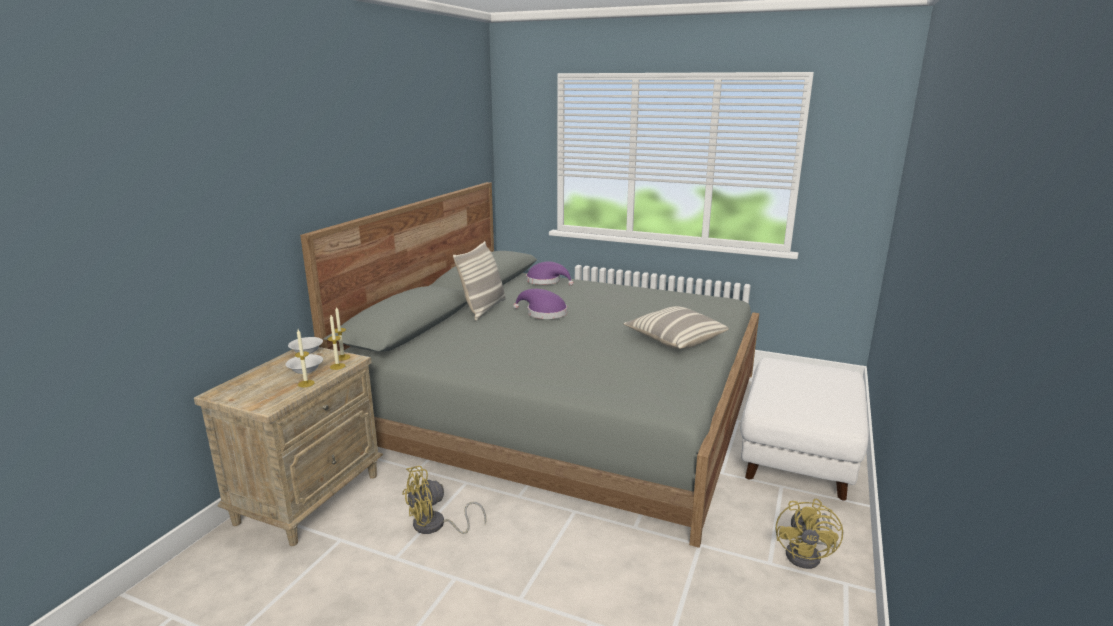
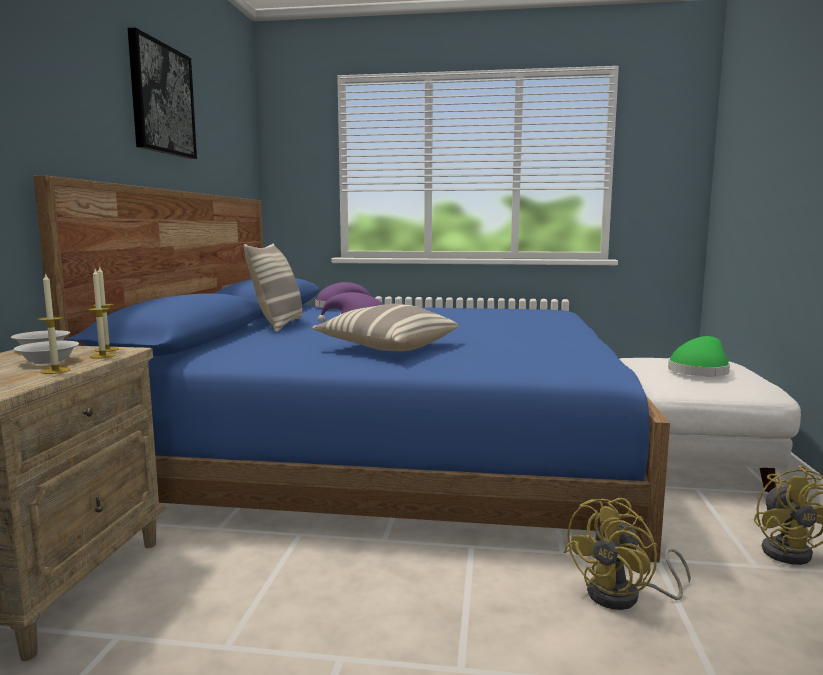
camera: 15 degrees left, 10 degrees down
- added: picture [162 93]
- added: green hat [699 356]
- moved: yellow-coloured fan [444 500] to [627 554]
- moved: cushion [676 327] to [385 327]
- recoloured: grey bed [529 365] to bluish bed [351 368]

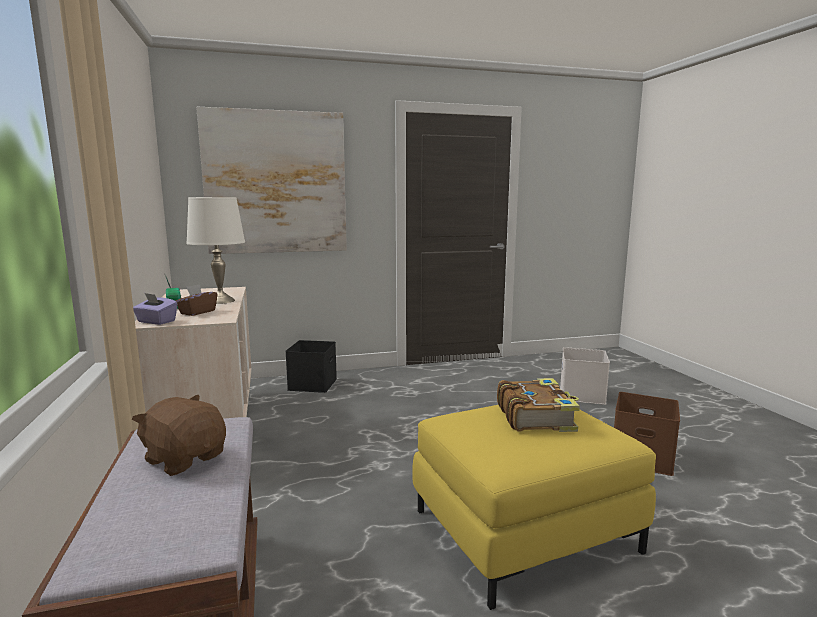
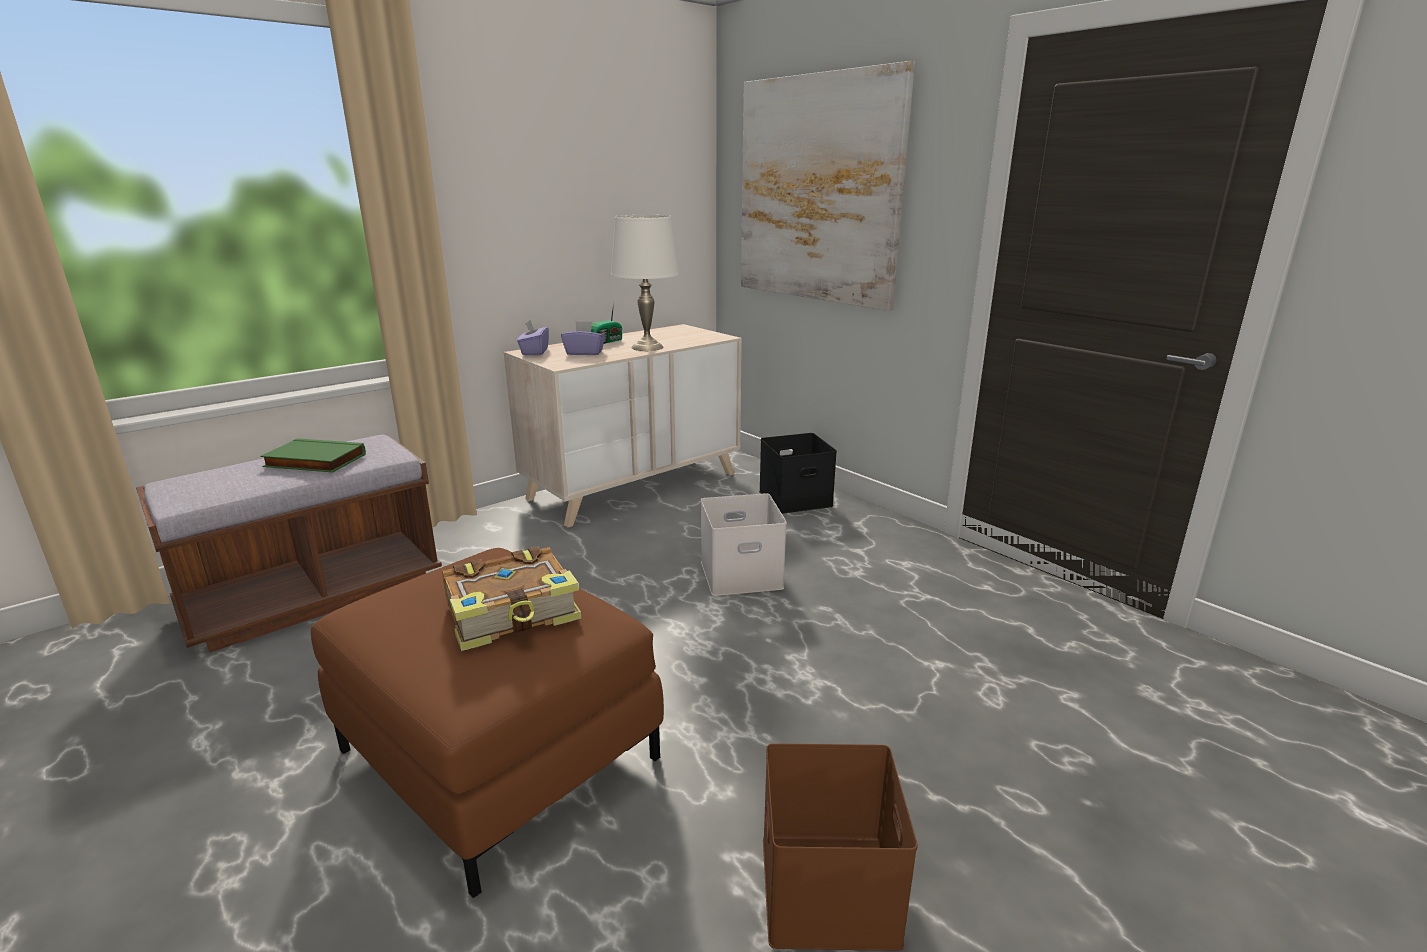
camera: 65 degrees right, 10 degrees up
- moved: white-coloured storage box [585 376] to [744 544]
- replaced: brown-coloured soft toy [179 435] to green book [313 455]
- recoloured: brown-coloured box of tissues [196 300] to purple box of tissues [583 338]
- recoloured: yellow-coloured ottoman [534 507] to brown-coloured ottoman [487 723]

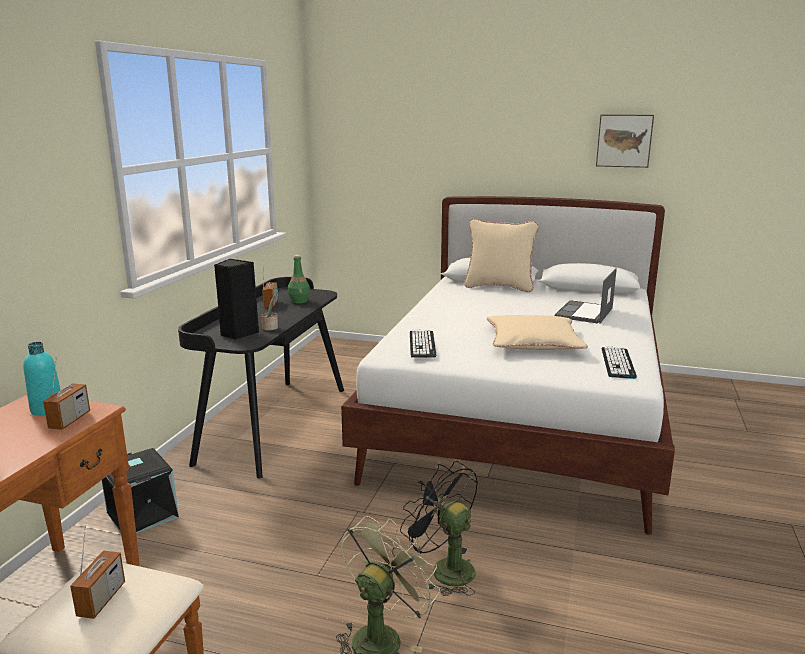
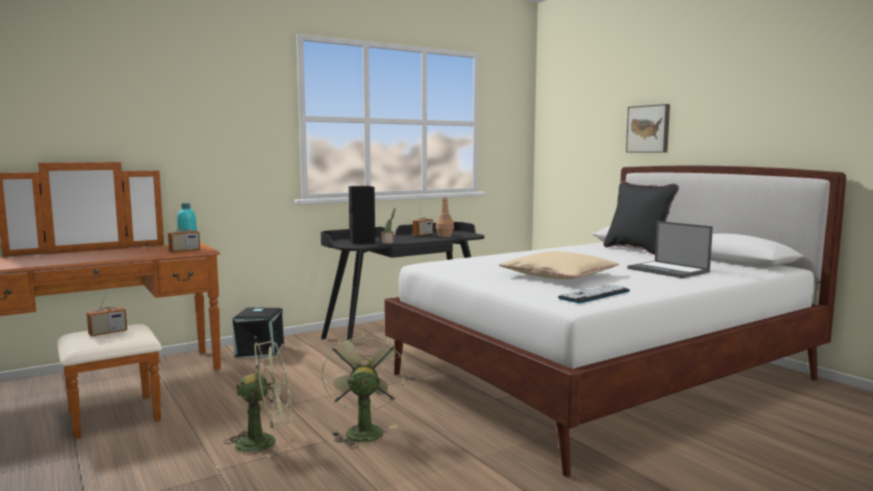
camera: 40 degrees right, 10 degrees down
- removed: keyboard [423 344]
- moved: picture [625 141] to [648 128]
- recoloured: green beverage bottle [299 279] to brown-coloured beverage bottle [445 217]
- recoloured: black fan [439 528] to green fan [364 389]
- recoloured: sand-coloured cushion [501 255] to black cushion [641 218]
- turned: notebook computer [586 296] = [670 249] 105 degrees counterclockwise

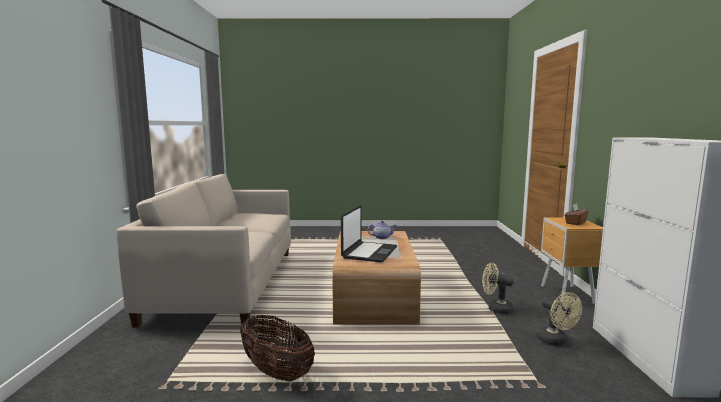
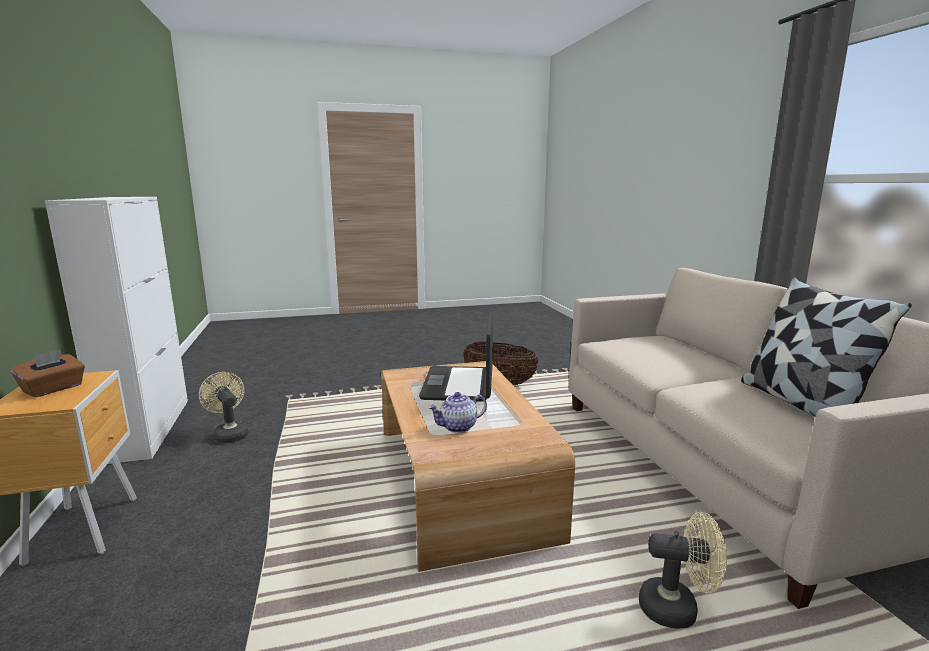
camera: 165 degrees right, 5 degrees up
- added: cushion [826 347]
- moved: sand-coloured fan [498 288] to [683 570]

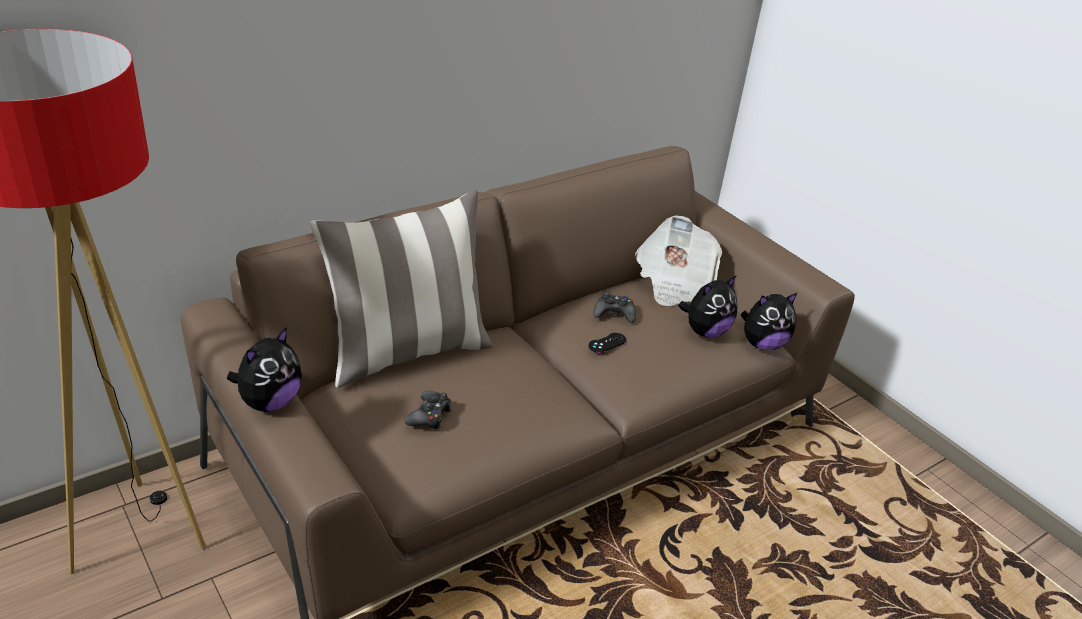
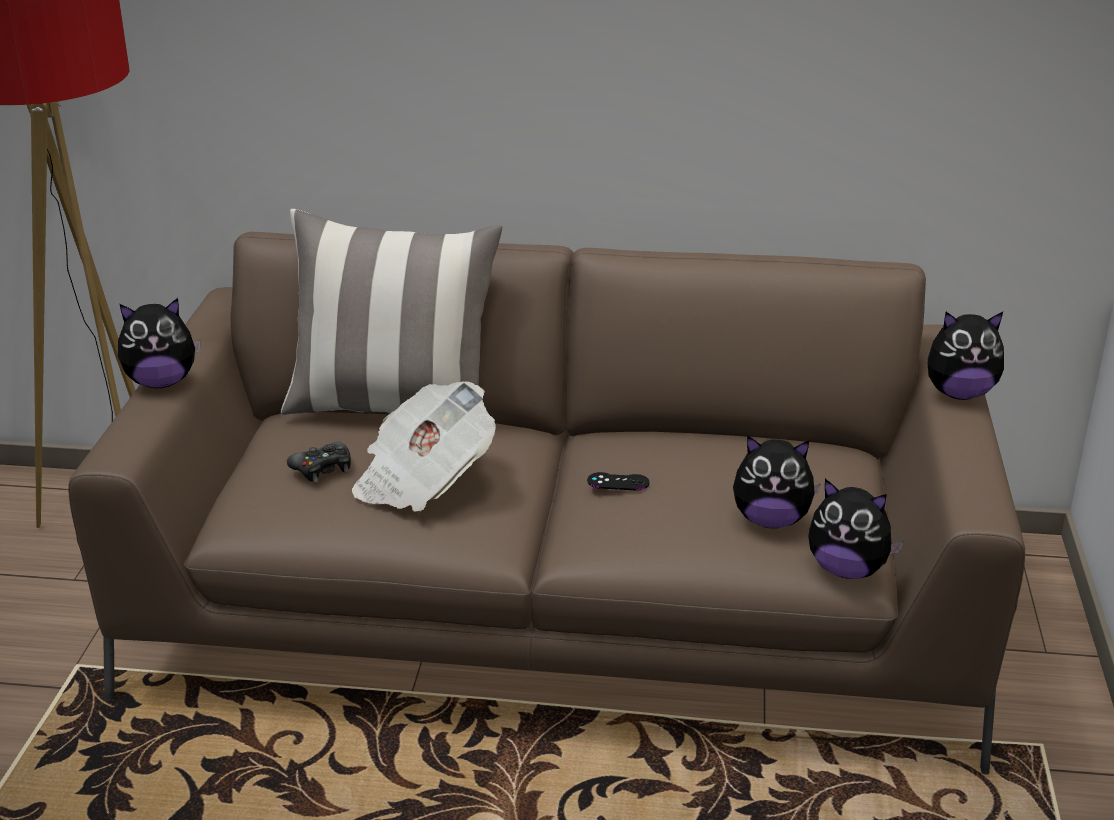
camera: 45 degrees right, 5 degrees down
- removed: black gamepad [615 307]
- added: soft toy [966 356]
- moved: printed paper [678 261] to [424 446]

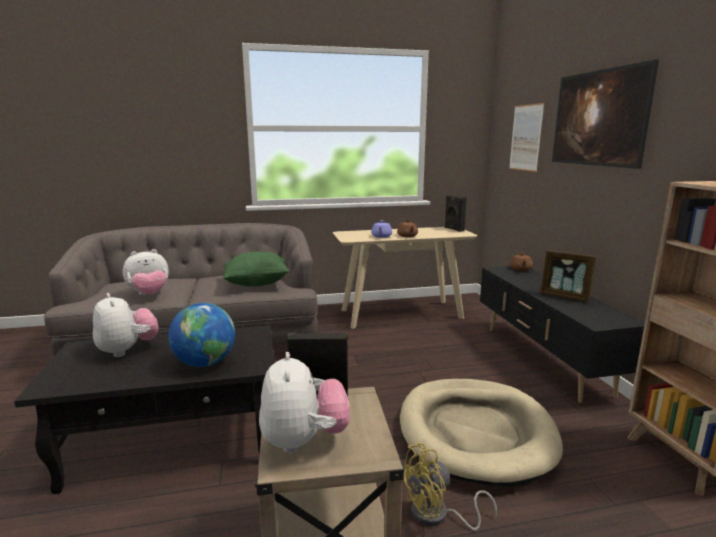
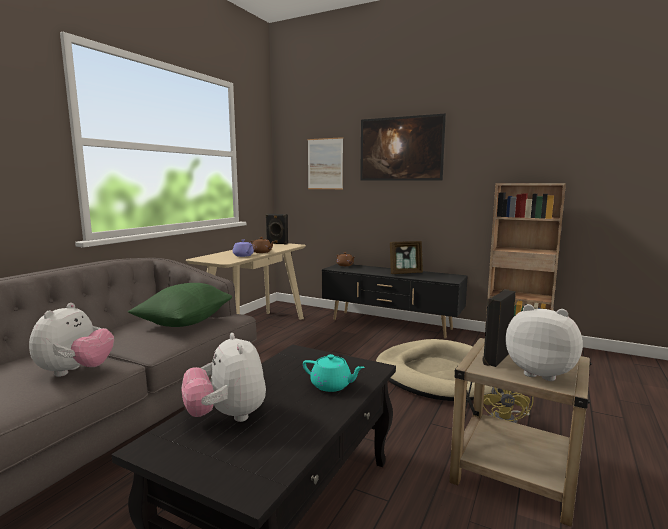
camera: 50 degrees left, 5 degrees down
- replaced: world globe [201 335] to blue-green pot for tea [334 373]
- turned: soft toy [126 325] = [224 377] 120 degrees counterclockwise

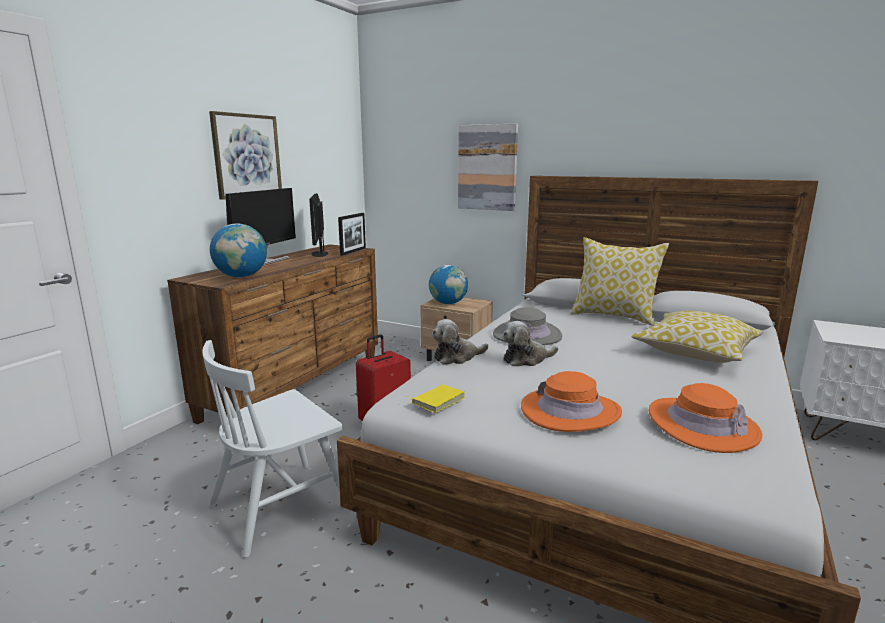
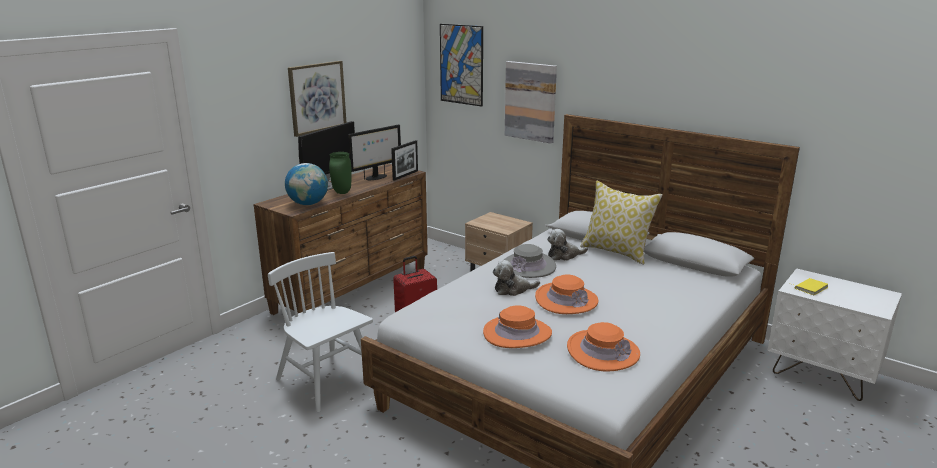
camera: 10 degrees right, 5 degrees up
- removed: world globe [448 284]
- removed: cushion [697 337]
- added: green vase [340 173]
- added: picture [461 65]
- added: orange hat [566 294]
- moved: yellow-coloured book [436 398] to [810 286]
- moved: soft toy [460 342] to [567 245]
- turned: white-coloured plain chair [275 449] = [320 332] 75 degrees clockwise
- turned: computer display [318 225] = [374 152] 135 degrees counterclockwise

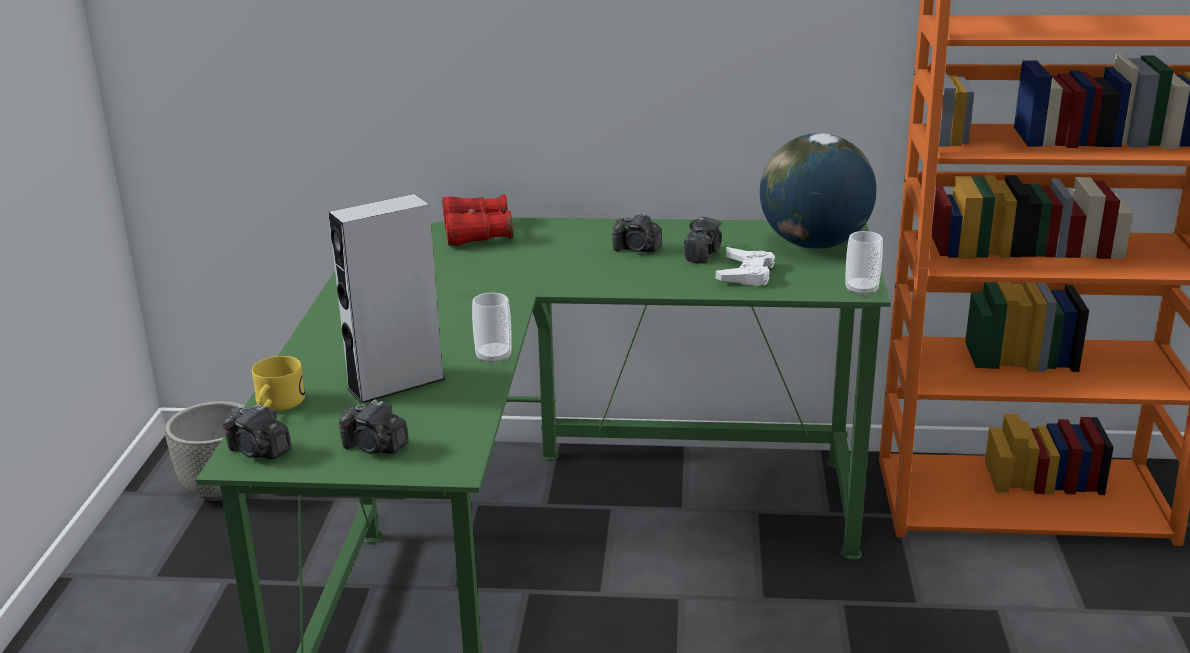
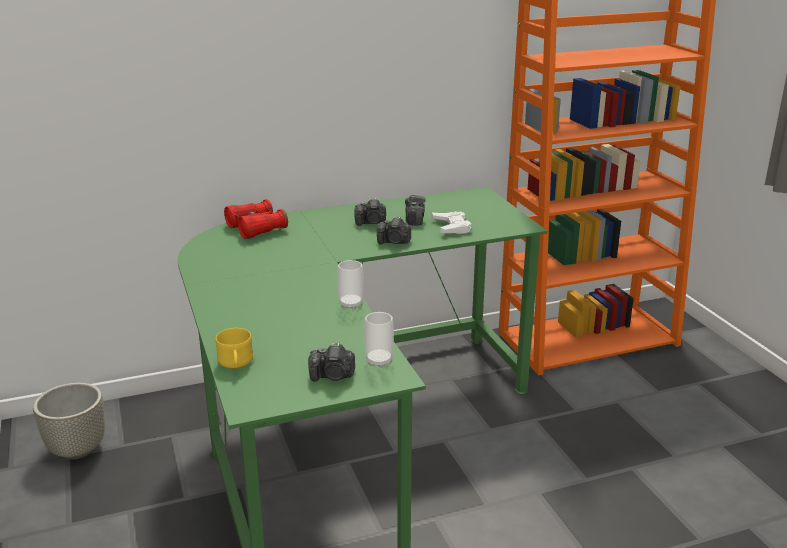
camera: 25 degrees left, 0 degrees up
- removed: grey speaker [387 298]
- removed: world globe [818 191]
- moved: still camera [257 431] to [394 230]
- moved: small cup [864 264] to [379 340]

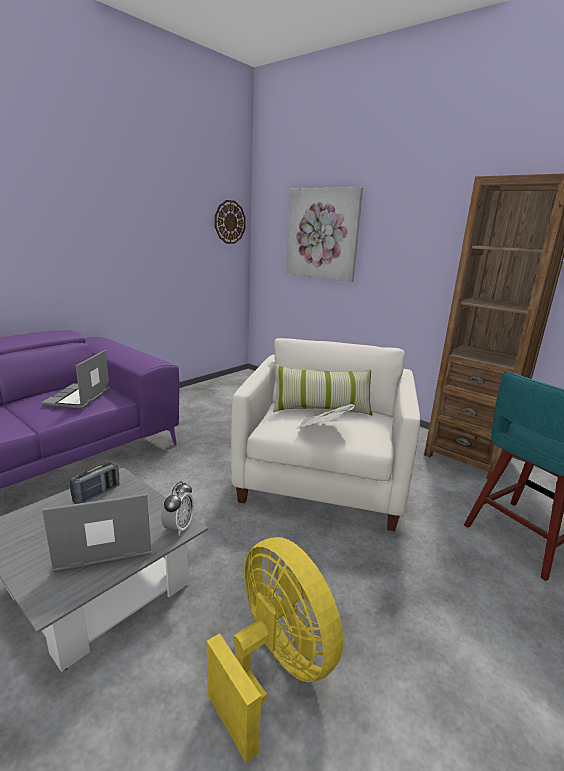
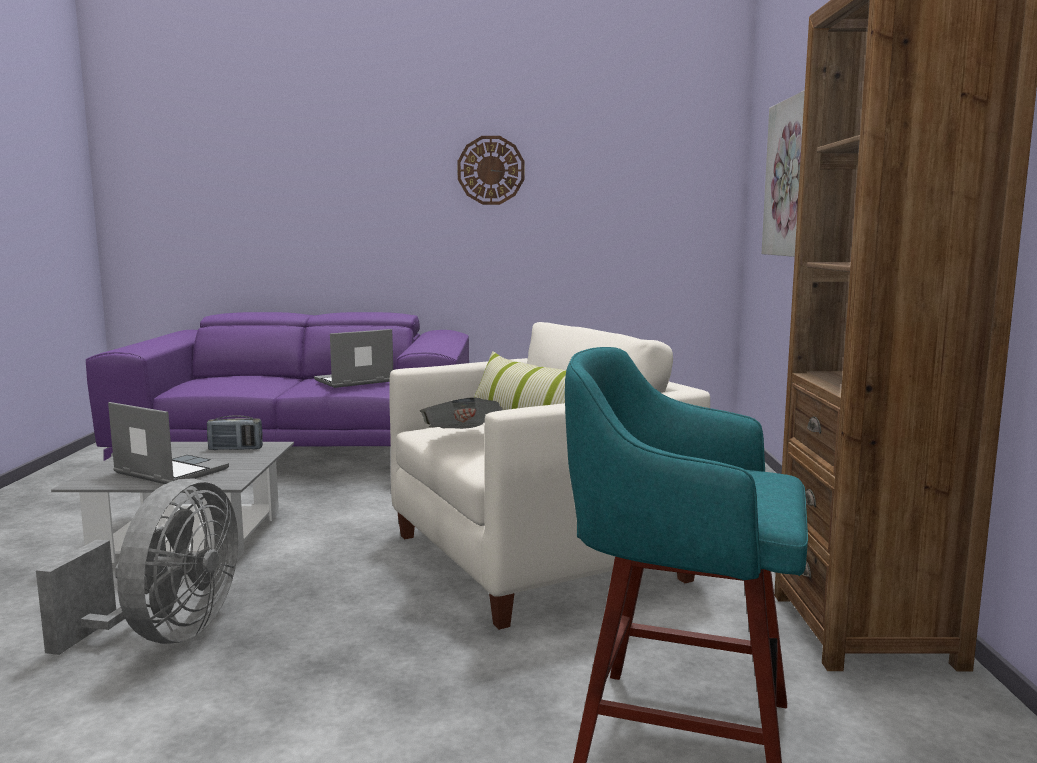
camera: 50 degrees right, 10 degrees down
- removed: alarm clock [177 508]
- moved: wall clock [230 222] to [490 170]
- recoloured: yellow-coloured fan [275 650] to grey fan [137 566]

